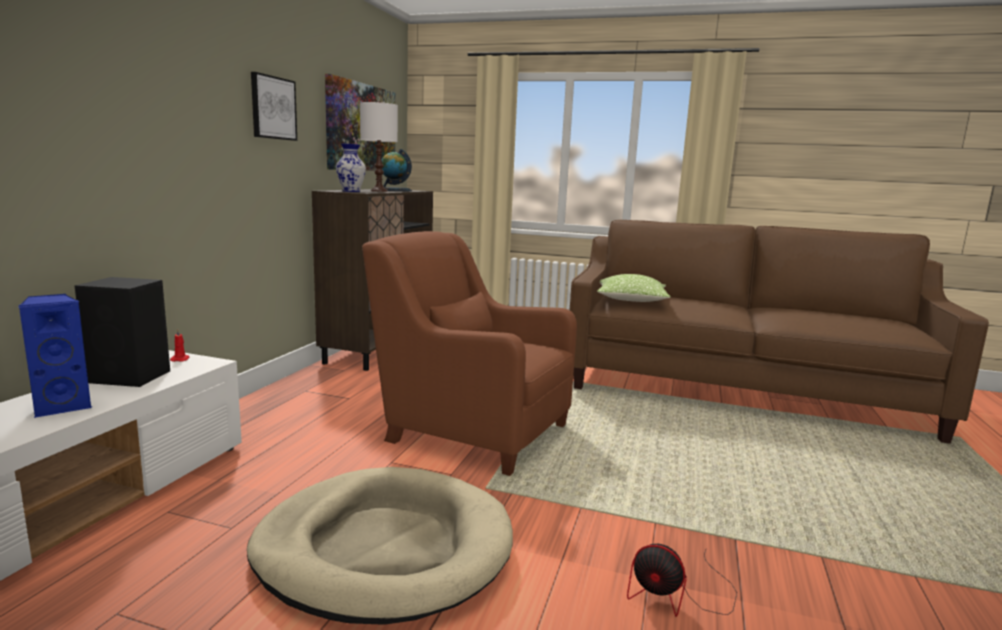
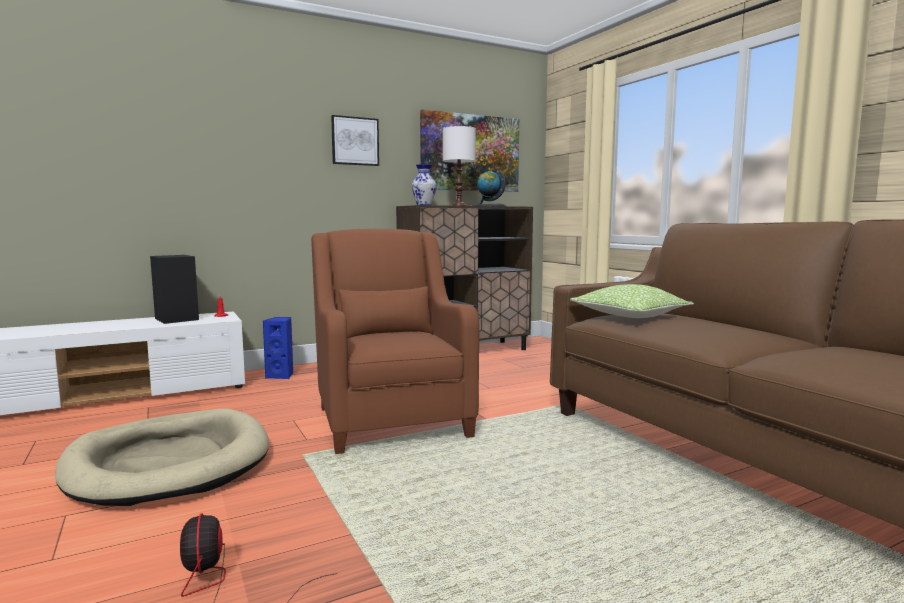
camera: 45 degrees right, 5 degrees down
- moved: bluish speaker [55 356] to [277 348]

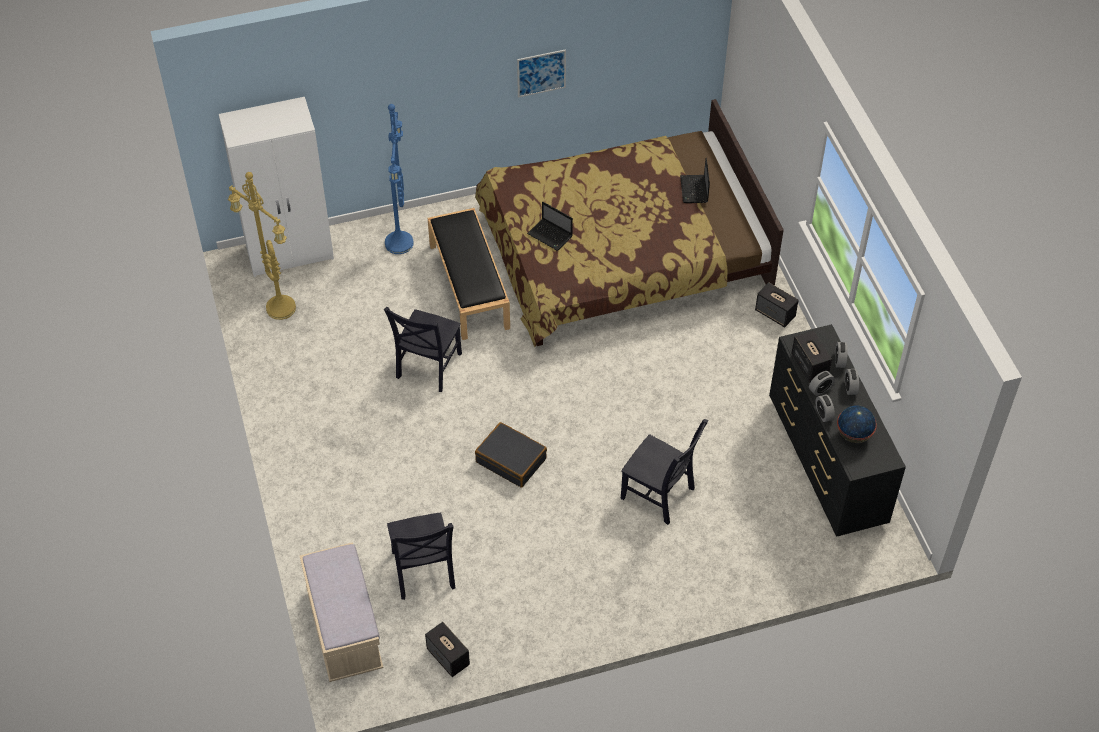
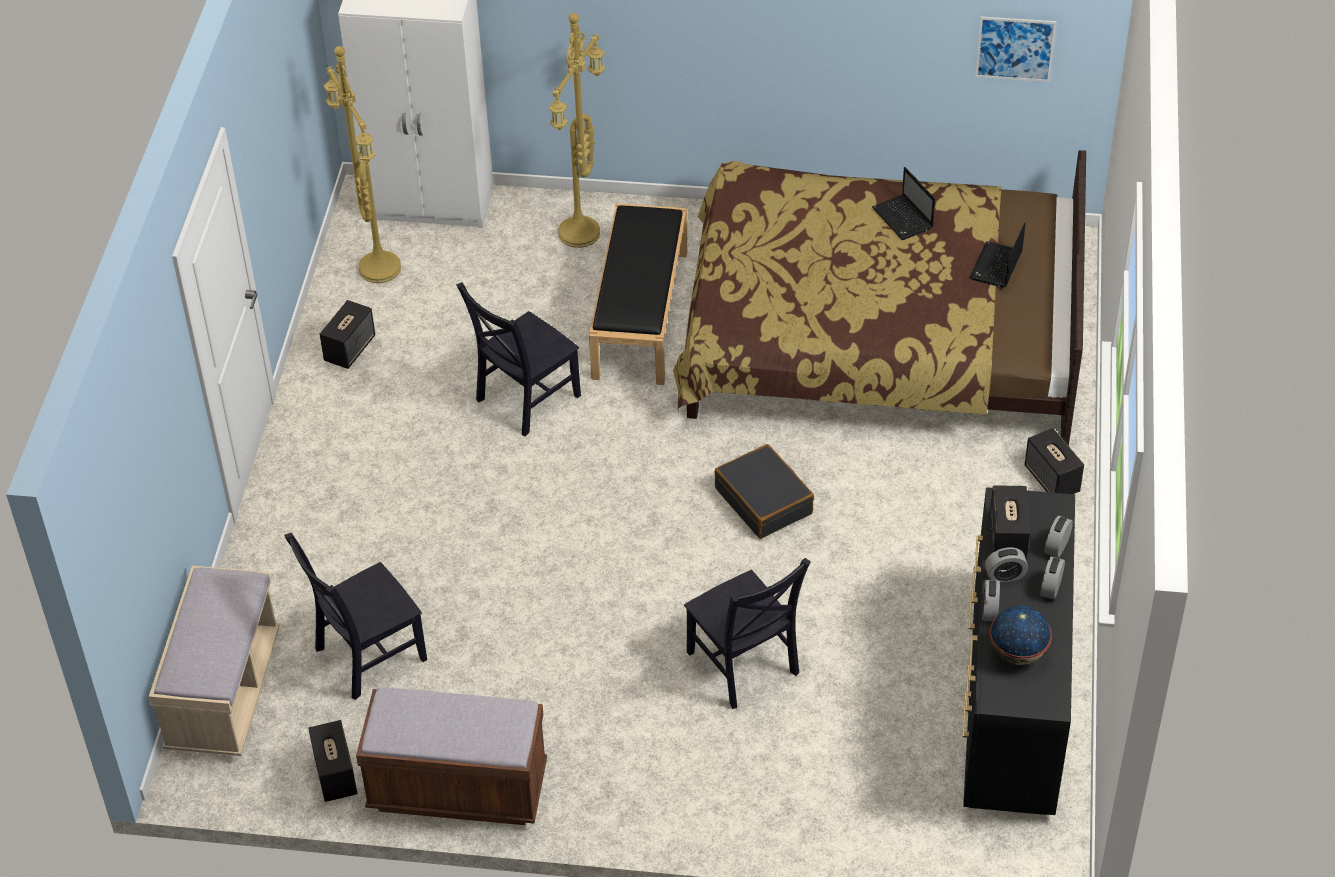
camera: 25 degrees right, 5 degrees down
- added: speaker [347 334]
- added: brown-coloured long seat [451 756]
- moved: black suitcase [511 455] to [764 491]
- moved: picture [541 73] to [1016 49]
- moved: notebook computer [550 226] to [903 203]
- recoloured: bluish standing lamp [399 179] to yellow-coloured standing lamp [577 130]
- turned: black plain chair [421 556] = [355 616] 45 degrees clockwise

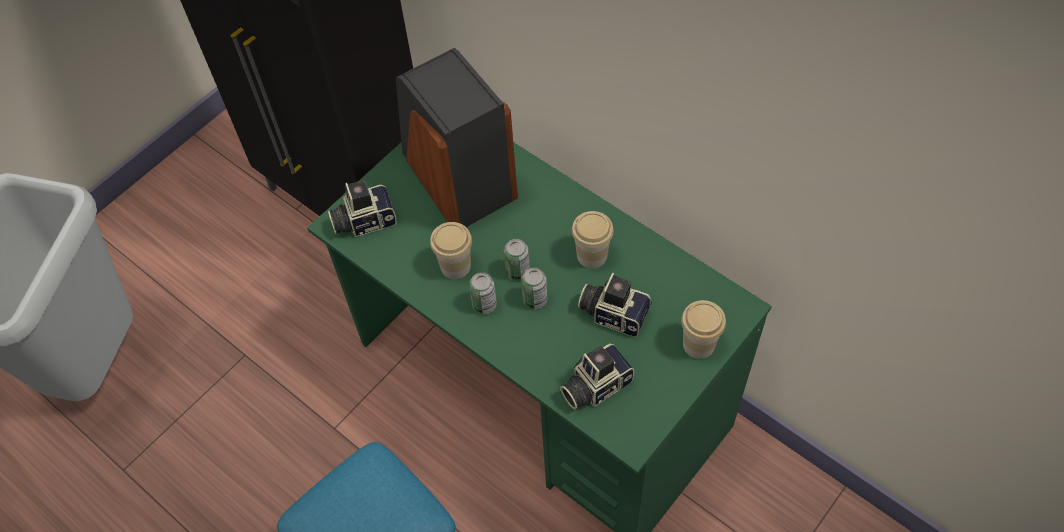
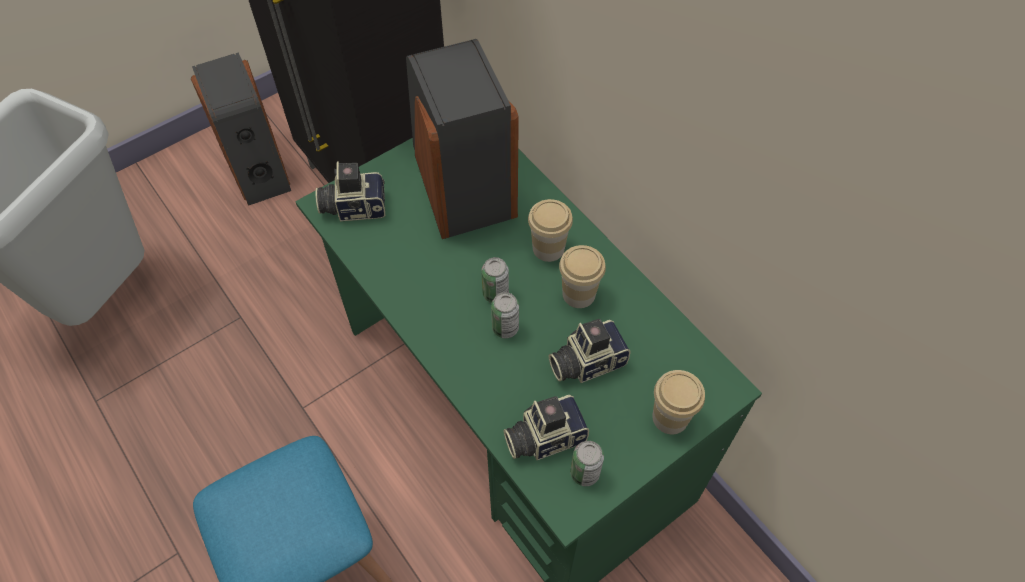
camera: 10 degrees right, 0 degrees up
- added: speaker [240 129]
- moved: small cup [451 250] to [550 230]
- moved: can [483 293] to [587 463]
- turned: still camera [615 305] = [590 351] 60 degrees counterclockwise

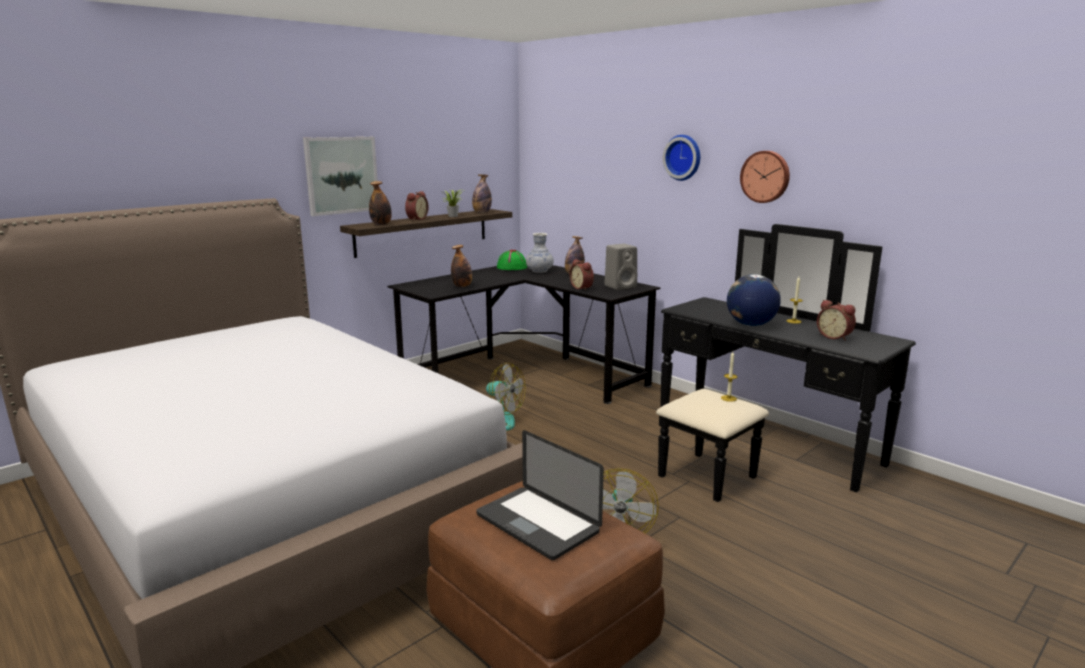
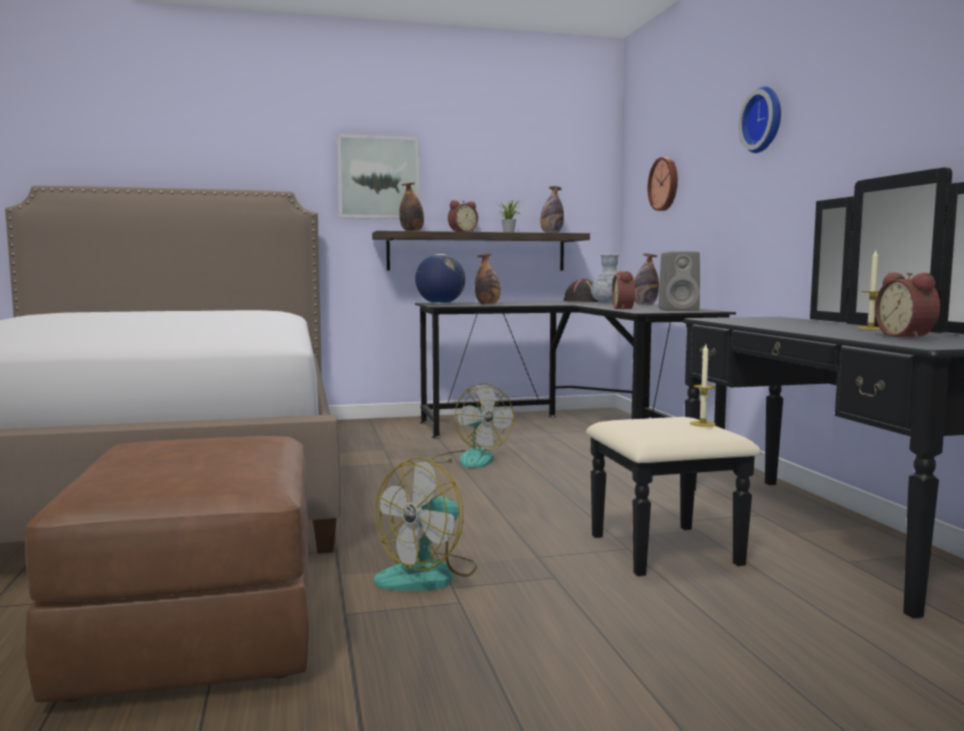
camera: 30 degrees right, 10 degrees down
- removed: notebook computer [540 495]
- moved: world globe [754 300] to [440 279]
- moved: wall clock [765 177] to [663 184]
- recoloured: green hat [512 260] to black hat [581 290]

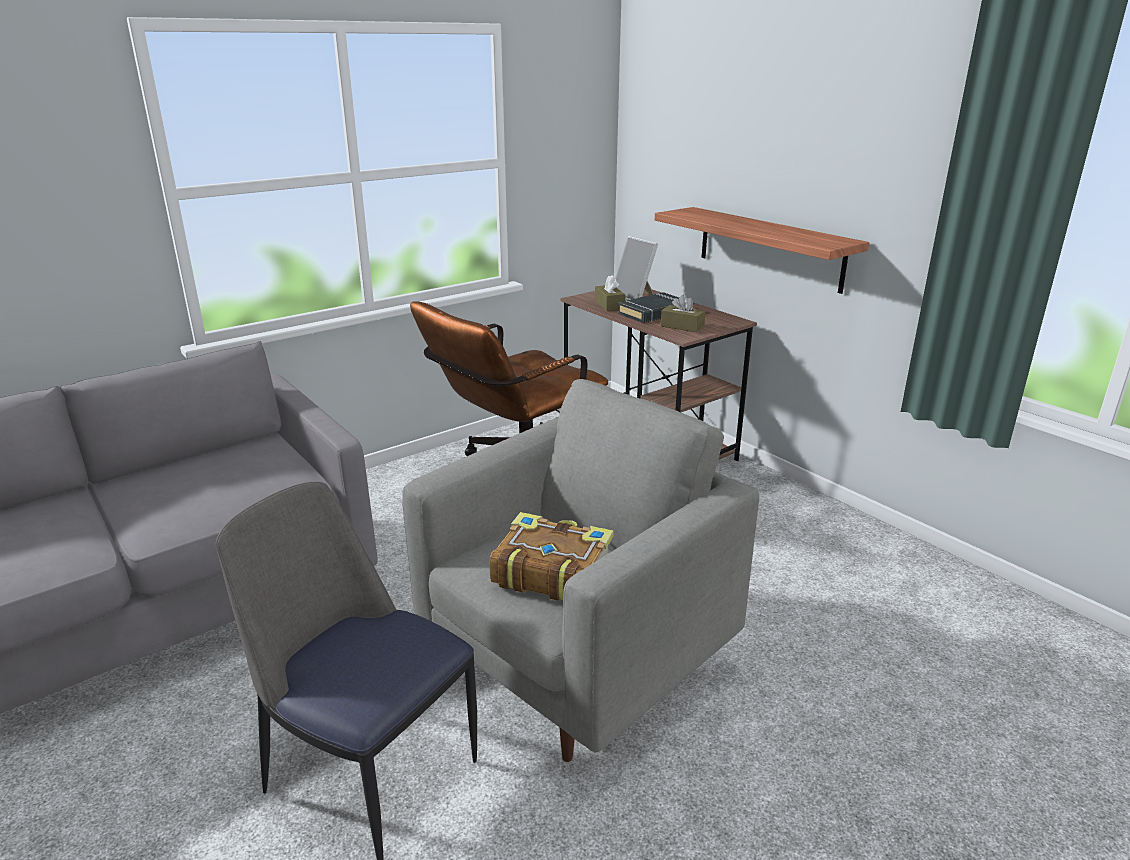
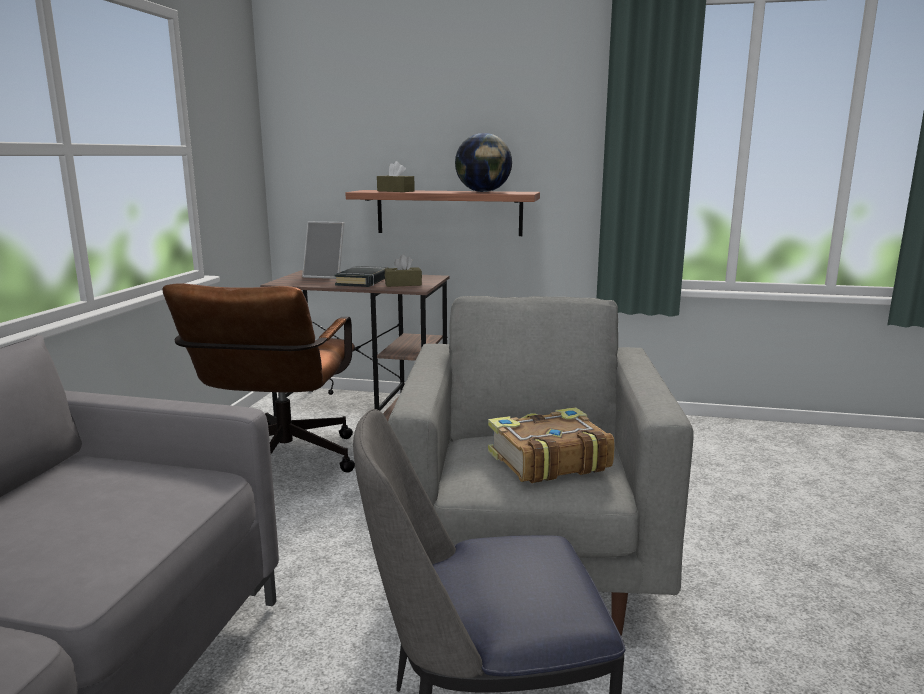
camera: 40 degrees left, 10 degrees down
- added: world globe [483 162]
- moved: brown-coloured box of tissues [610 293] to [396 176]

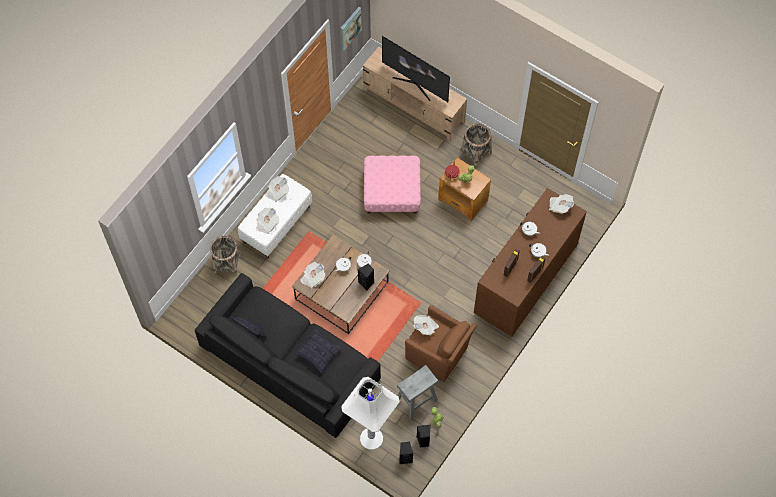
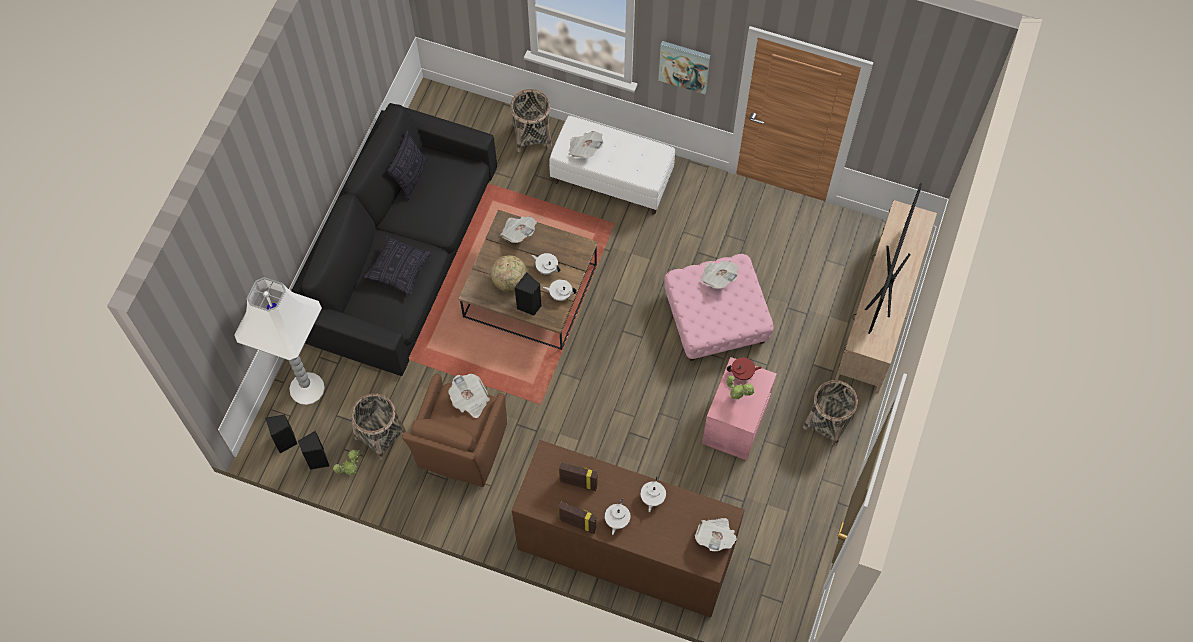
camera: 75 degrees right, 0 degrees up
- added: world globe [509 273]
- moved: printed paper [277 189] to [719 275]
- moved: picture [351 29] to [684 67]
- replaced: grey stool seat [417 392] to basket [378 426]
- recoloured: brown-coloured end table [464 189] to pink end table [739 408]

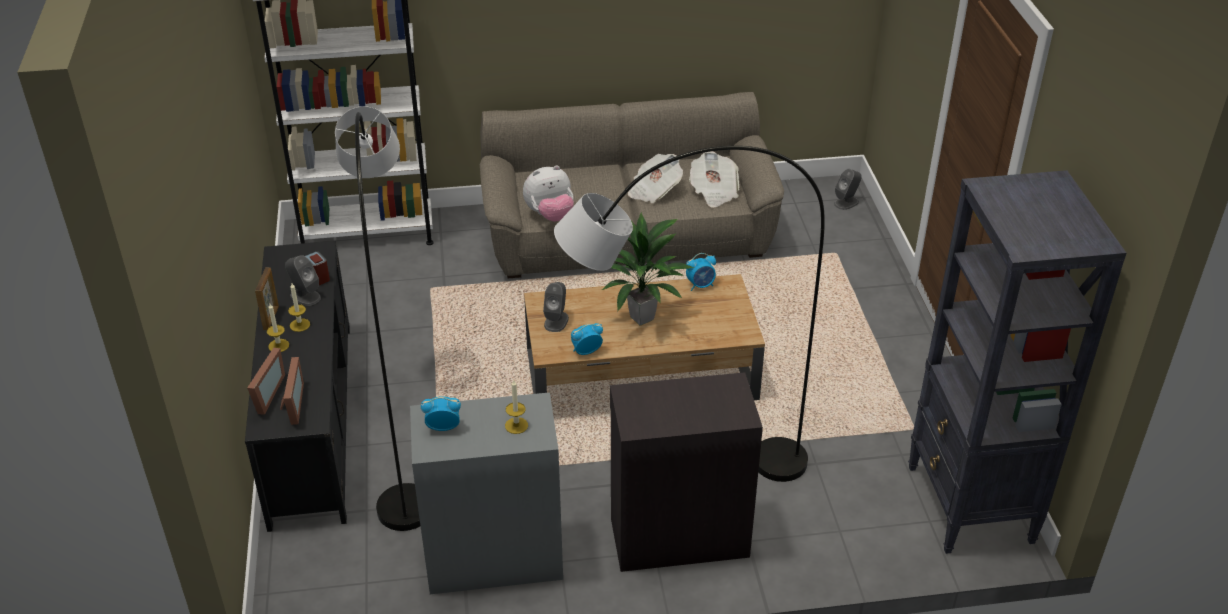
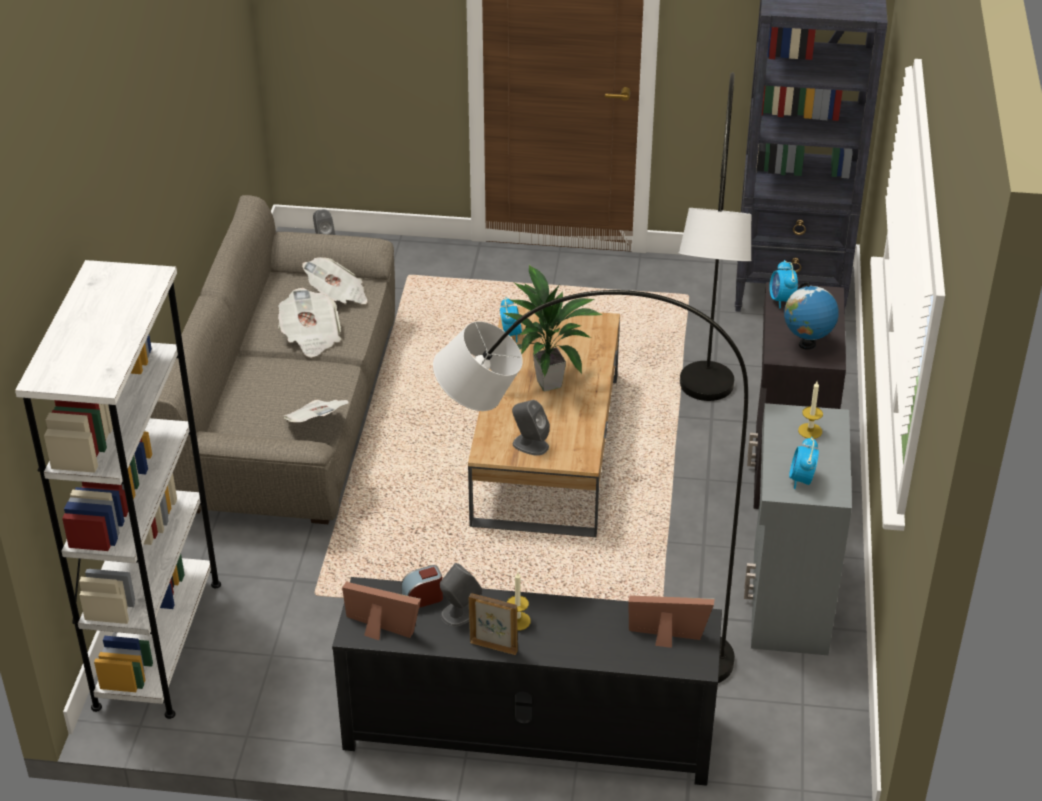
camera: 75 degrees left, 0 degrees up
- removed: wax light [278 328]
- added: world globe [811 315]
- moved: picture frame [266 381] to [381 611]
- moved: alarm clock [587 339] to [784 284]
- replaced: soft toy [548 193] to printed paper [316 411]

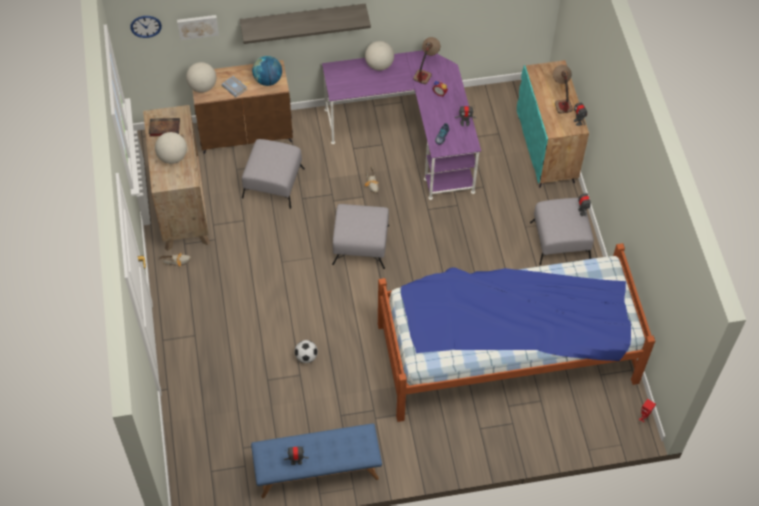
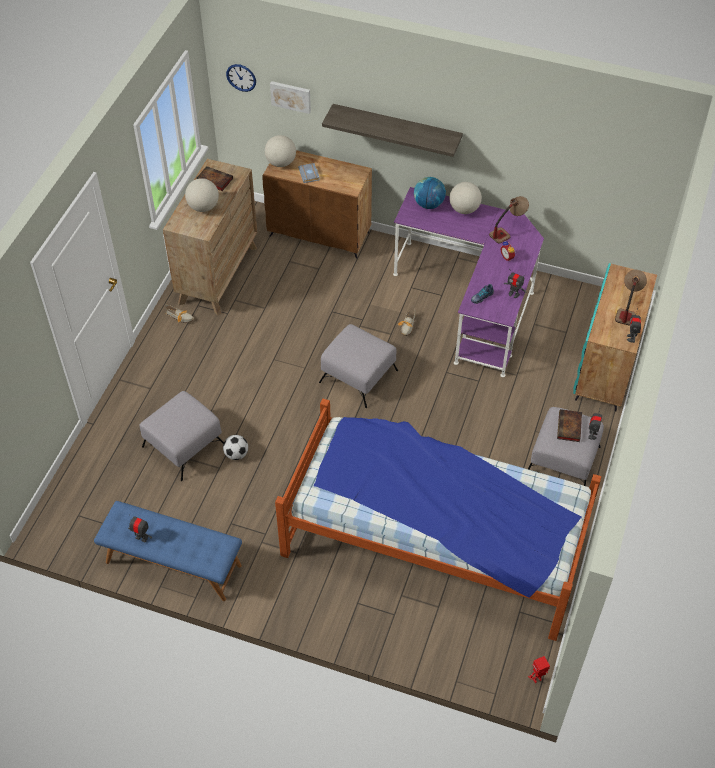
camera: 30 degrees right, 5 degrees down
- added: book [569 425]
- moved: grey ottoman [273 174] to [181 436]
- moved: world globe [267 71] to [430 193]

